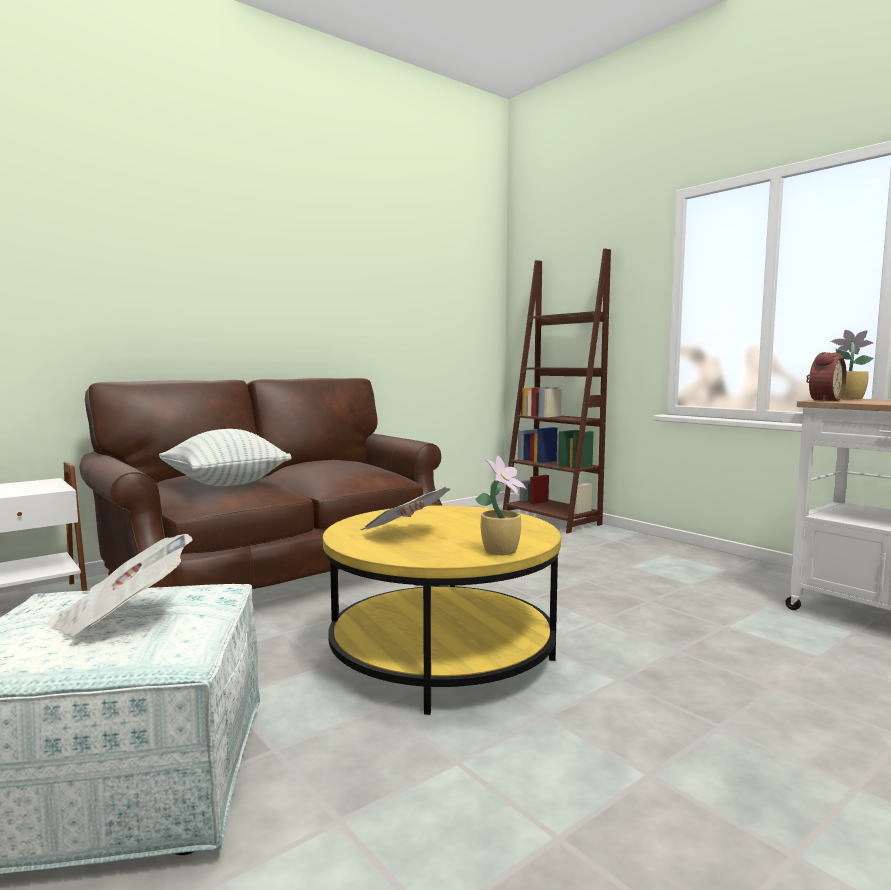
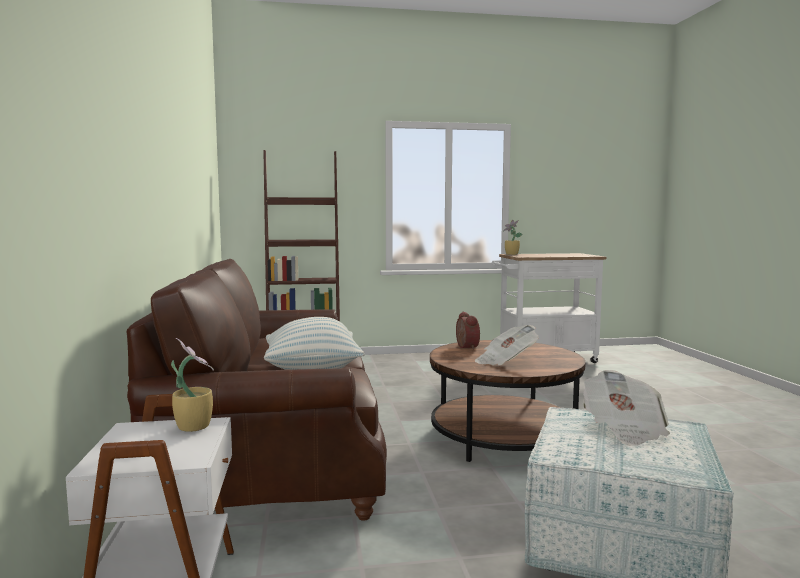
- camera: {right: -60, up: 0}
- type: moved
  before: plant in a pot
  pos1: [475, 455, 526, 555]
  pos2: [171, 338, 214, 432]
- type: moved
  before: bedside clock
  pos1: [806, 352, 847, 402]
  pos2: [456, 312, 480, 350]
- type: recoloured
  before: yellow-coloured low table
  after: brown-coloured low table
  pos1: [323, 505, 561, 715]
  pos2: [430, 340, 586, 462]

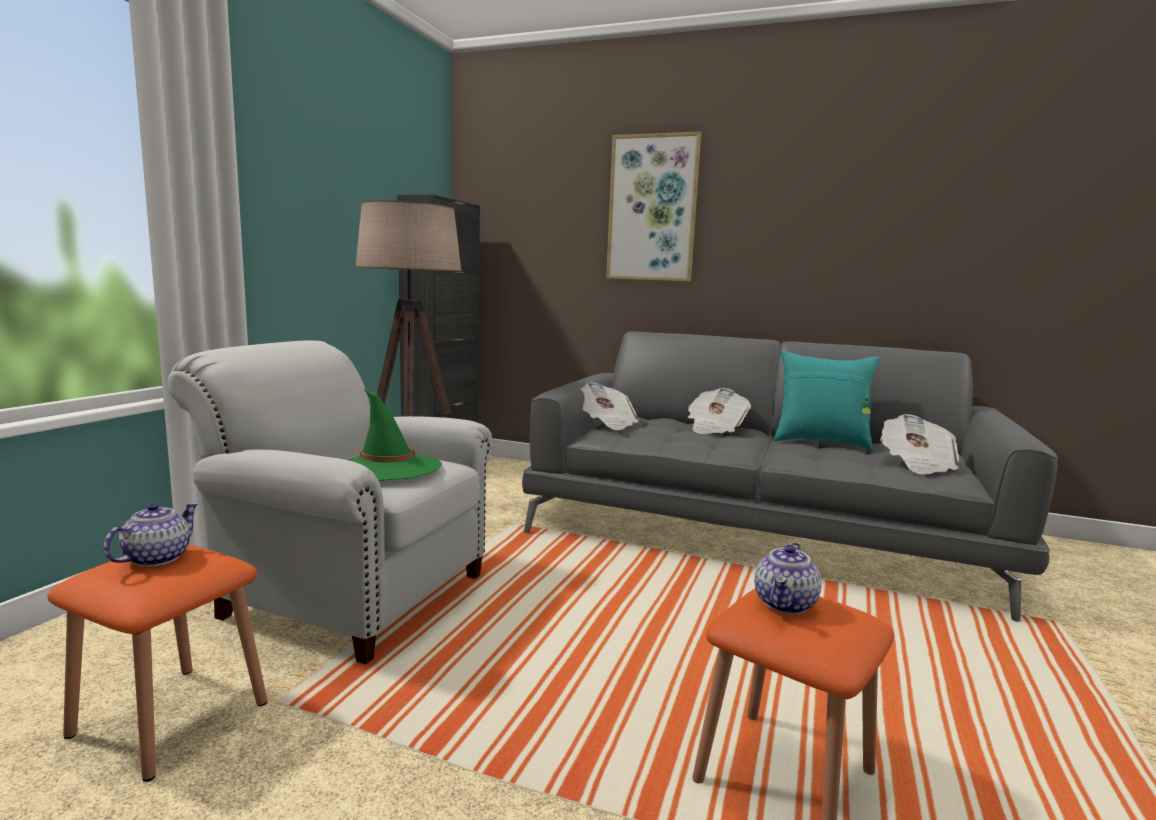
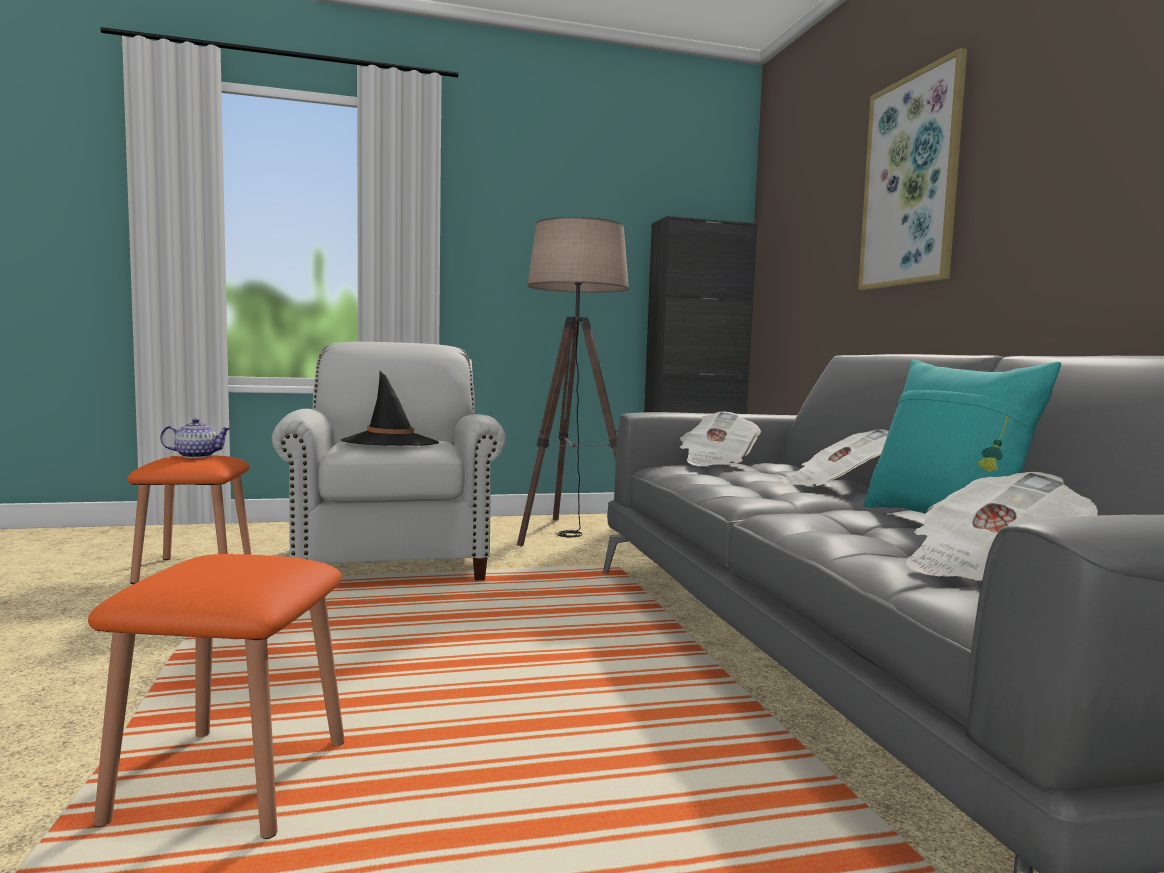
- camera: {right: 55, up: -5}
- type: removed
  before: pot for tea
  pos1: [755, 543, 821, 614]
- type: recoloured
  before: green wearable hat
  after: blackish wearable hat
  pos1: [347, 389, 442, 481]
  pos2: [341, 370, 439, 446]

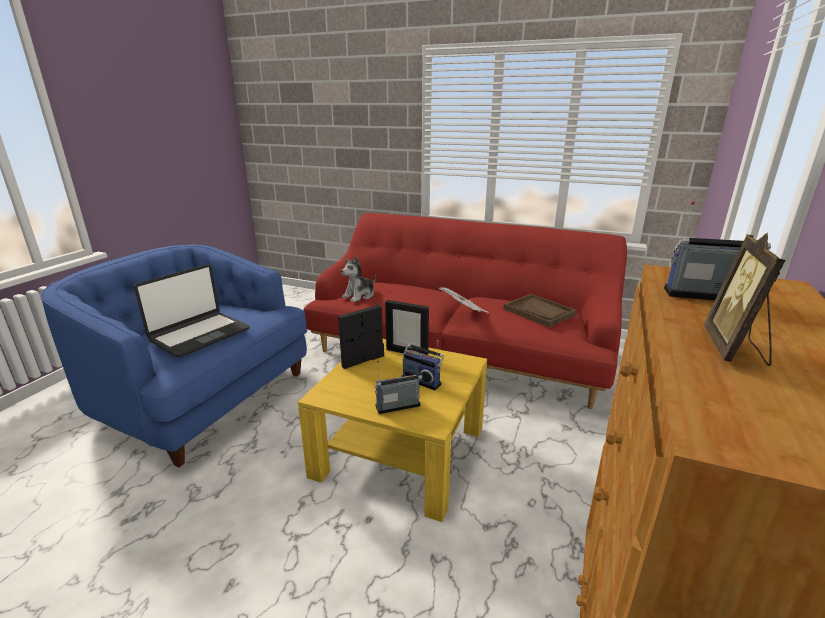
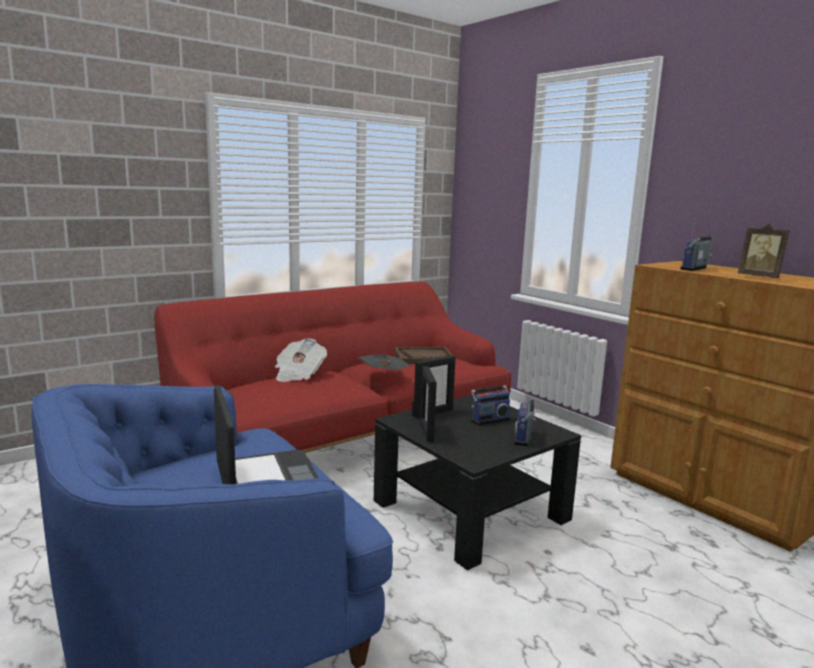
- camera: {right: -60, up: -10}
- type: removed
  before: plush toy
  pos1: [341, 256, 376, 302]
- type: added
  after: newspaper
  pos2: [275, 338, 327, 382]
- type: recoloured
  before: yellow-coloured low table
  after: blackish low table
  pos1: [298, 339, 487, 522]
  pos2: [374, 393, 581, 570]

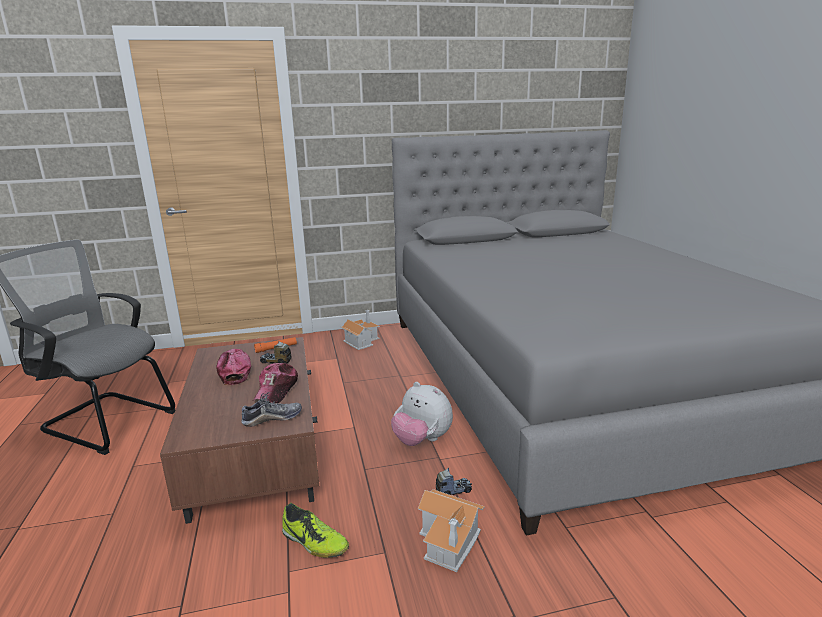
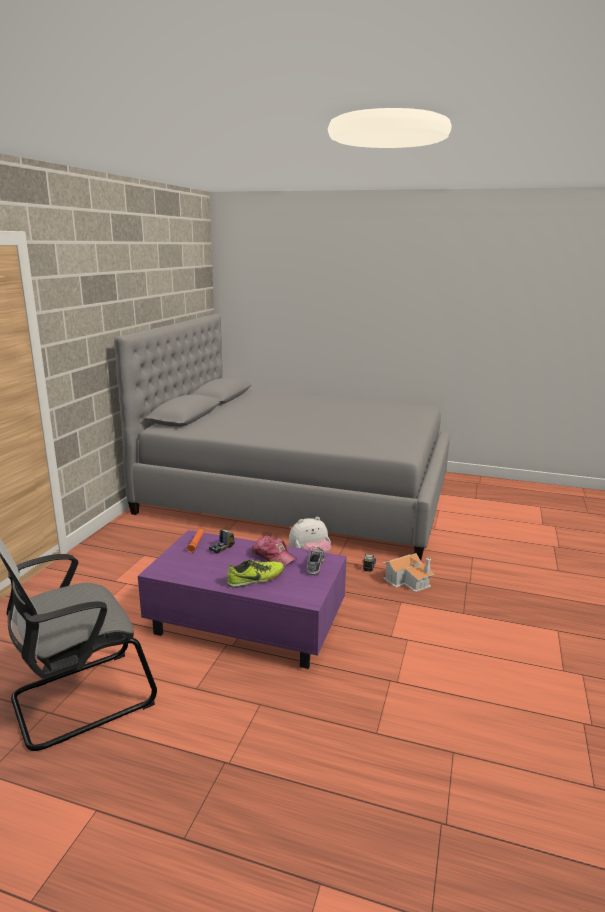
- camera: {right: -60, up: 0}
- type: removed
  before: baseball cap
  pos1: [216, 349, 251, 385]
- type: removed
  before: model house
  pos1: [341, 310, 380, 350]
- type: moved
  before: item of footwear
  pos1: [282, 503, 349, 558]
  pos2: [227, 559, 284, 588]
- type: recoloured
  before: brown-coloured low table
  after: purplish low table
  pos1: [160, 337, 319, 524]
  pos2: [138, 530, 347, 669]

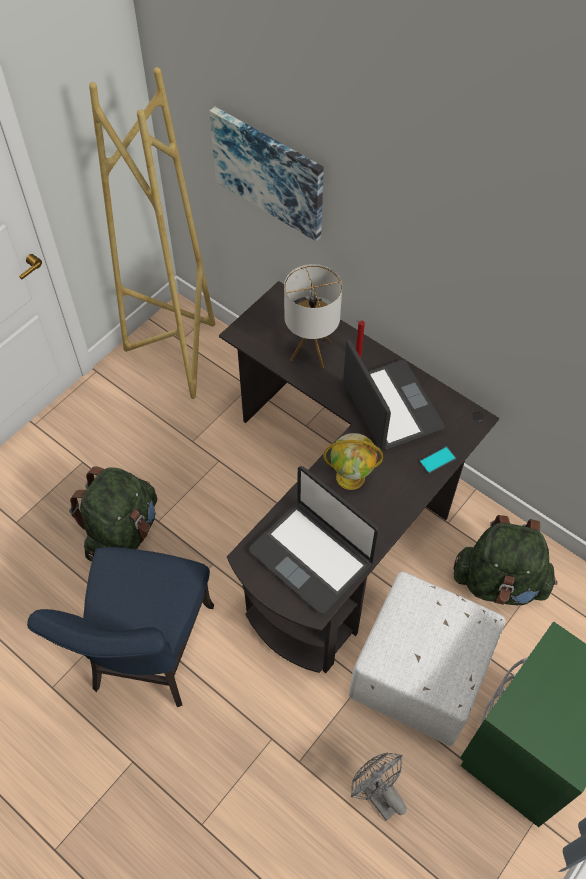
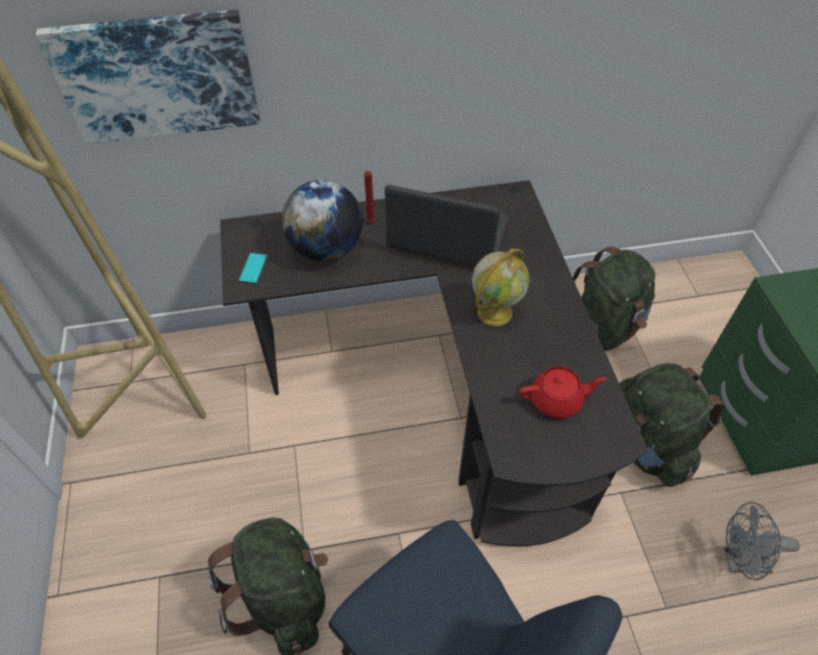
- camera: {right: -50, up: -5}
- type: moved
  before: phone
  pos1: [419, 446, 456, 474]
  pos2: [238, 252, 268, 284]
- type: replaced
  before: portable computer
  after: red-coloured pot for tea
  pos1: [249, 466, 379, 614]
  pos2: [520, 367, 607, 419]
- type: replaced
  before: lamp for a table
  after: desk globe
  pos1: [284, 264, 342, 368]
  pos2: [282, 180, 363, 261]
- type: replaced
  before: whitish pouffe
  after: green knapsack
  pos1: [349, 571, 505, 746]
  pos2: [619, 363, 725, 487]

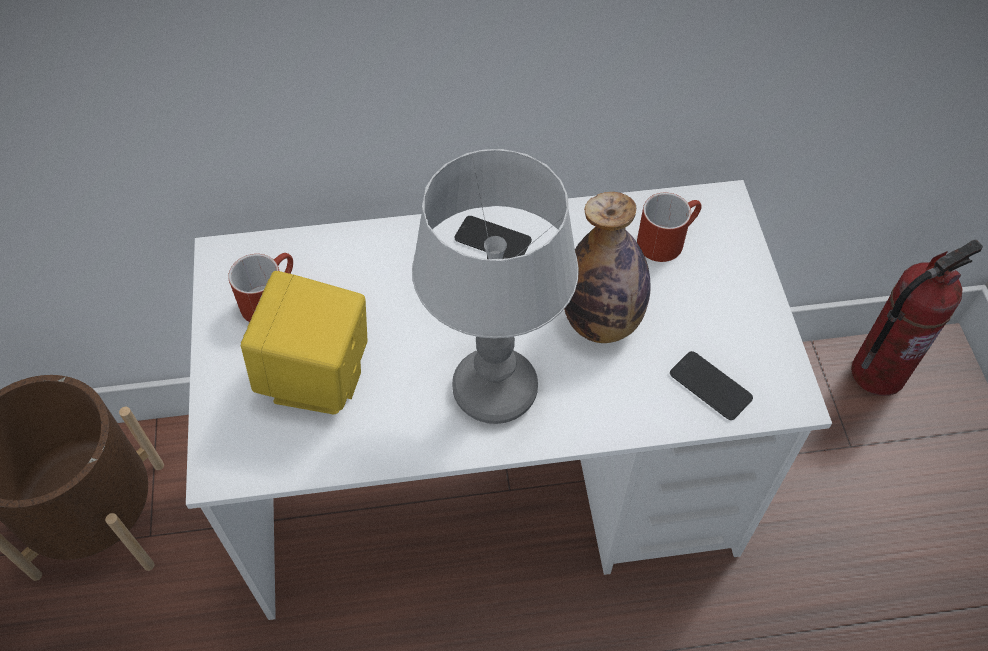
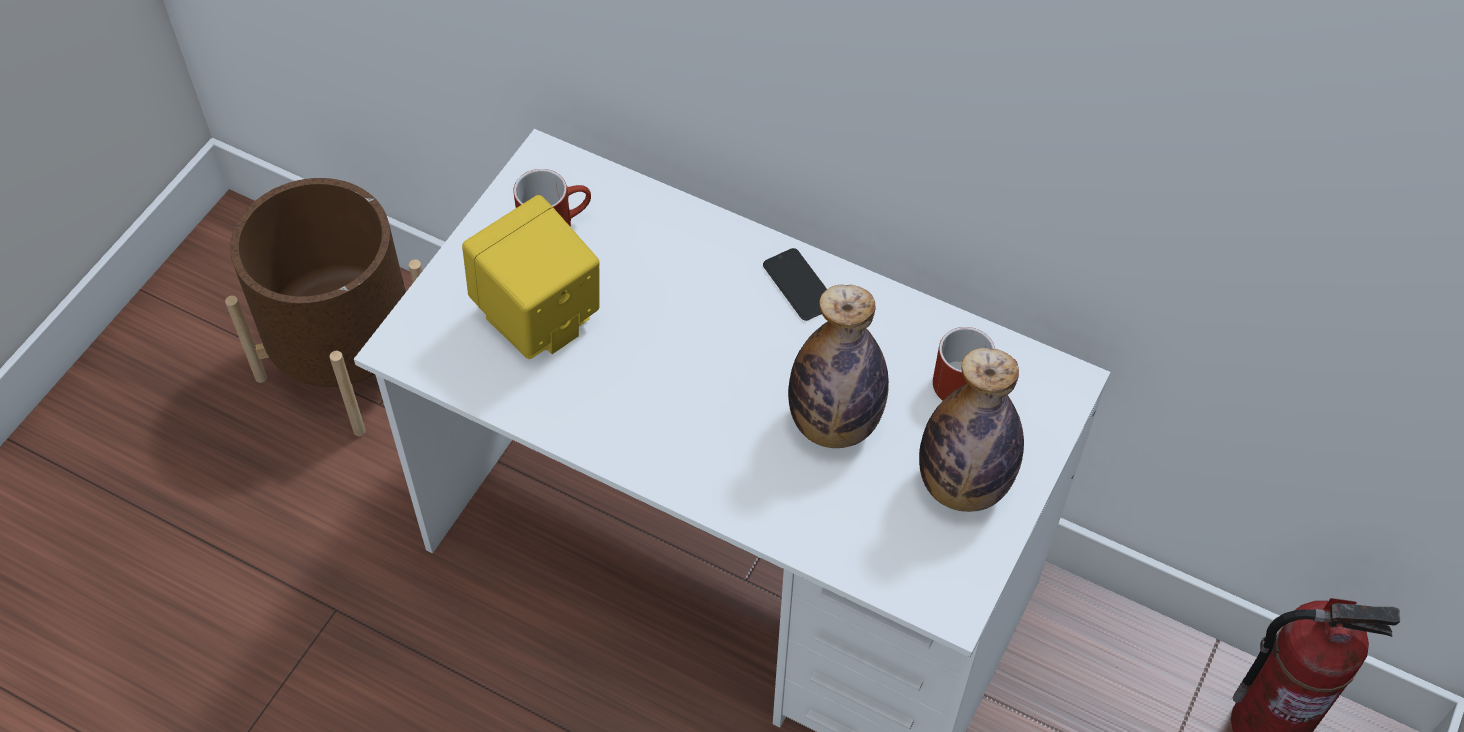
- camera: {right: 35, up: 0}
- type: removed
  before: lamp for a table
  pos1: [412, 149, 579, 424]
- type: removed
  before: phone
  pos1: [670, 351, 753, 420]
- type: added
  after: beverage bottle
  pos2: [919, 348, 1024, 512]

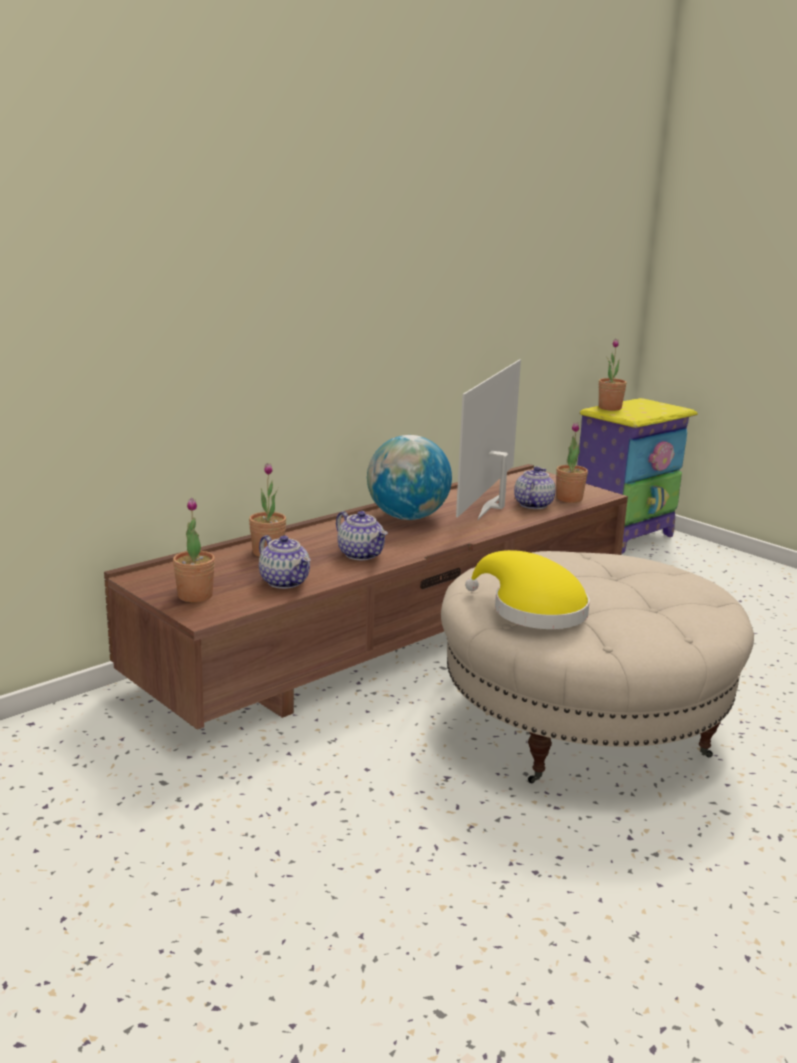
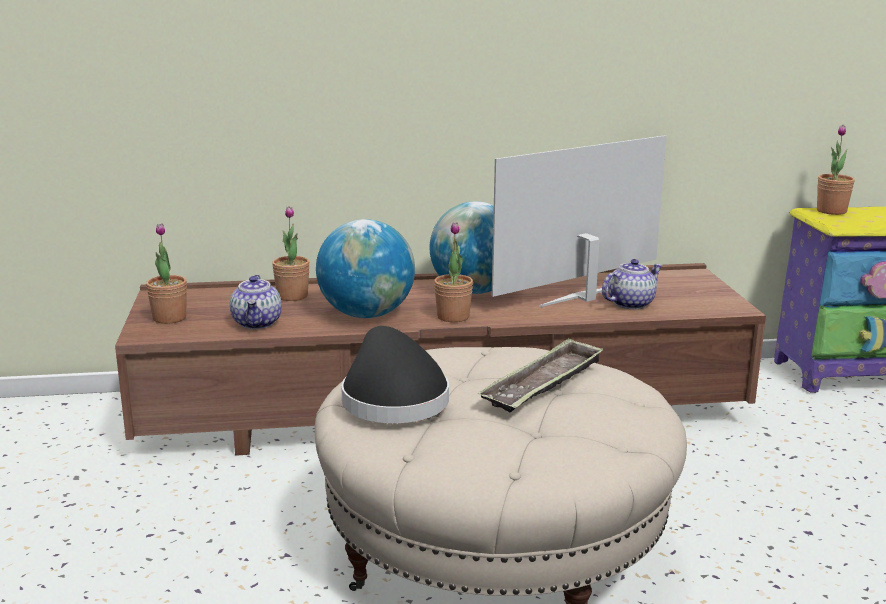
- camera: {right: 35, up: 0}
- type: added
  after: tray
  pos2: [477, 338, 604, 412]
- type: moved
  before: plant in a pot
  pos1: [556, 422, 588, 503]
  pos2: [434, 222, 473, 322]
- type: replaced
  before: pot for tea
  after: desk globe
  pos1: [336, 511, 388, 560]
  pos2: [316, 219, 415, 318]
- type: recoloured
  before: yellow-coloured wearable hat
  after: blackish wearable hat
  pos1: [465, 550, 590, 629]
  pos2: [341, 326, 449, 423]

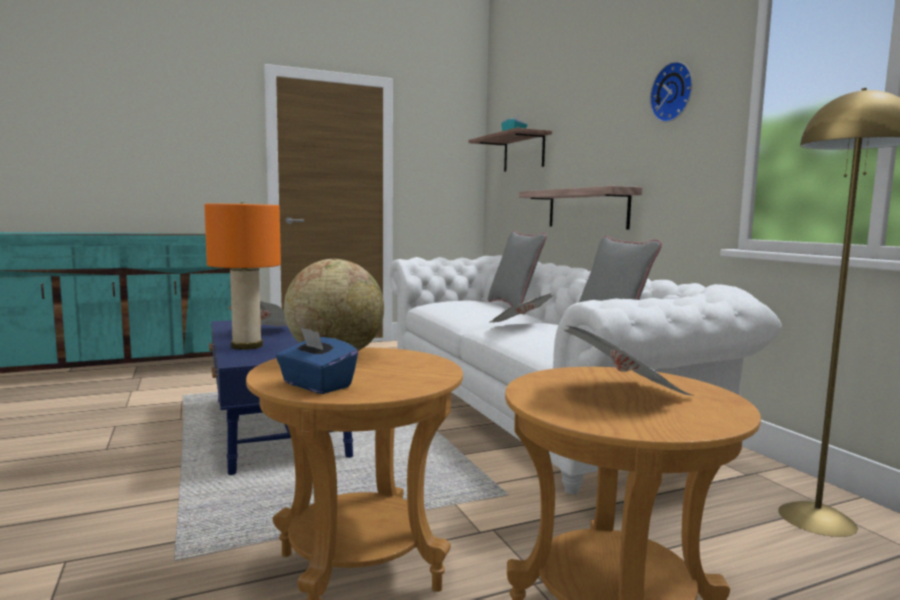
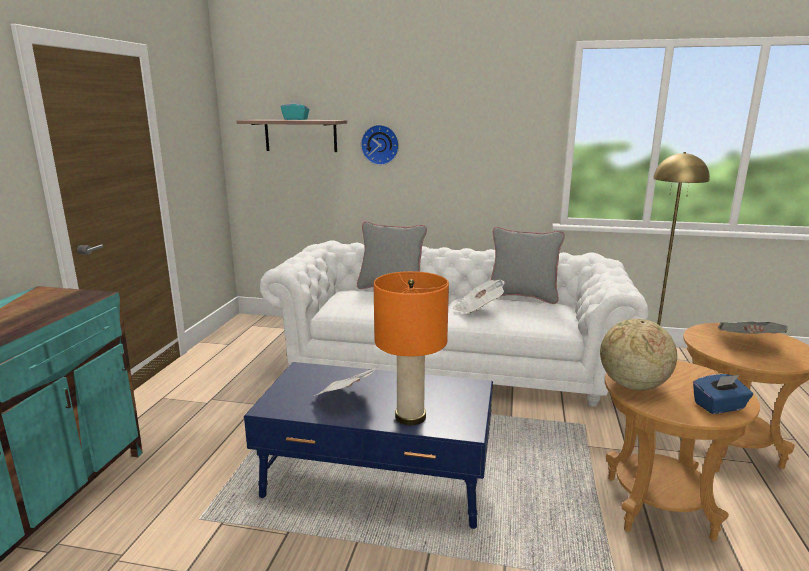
- camera: {right: -55, up: 10}
- type: removed
  before: shelf
  pos1: [519, 186, 643, 230]
- type: moved
  before: wall clock
  pos1: [650, 61, 693, 122]
  pos2: [361, 125, 399, 165]

